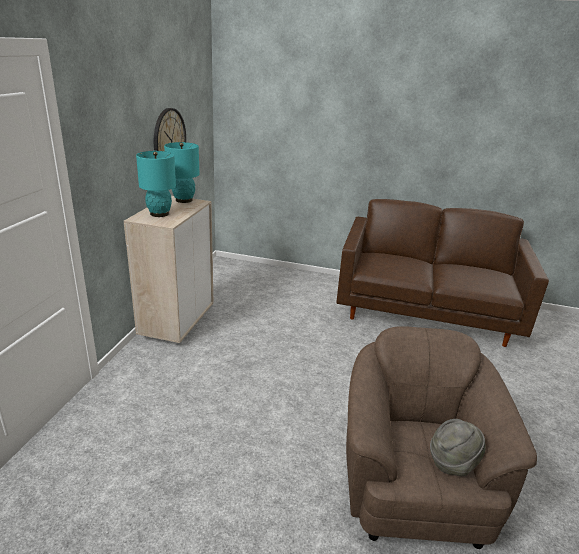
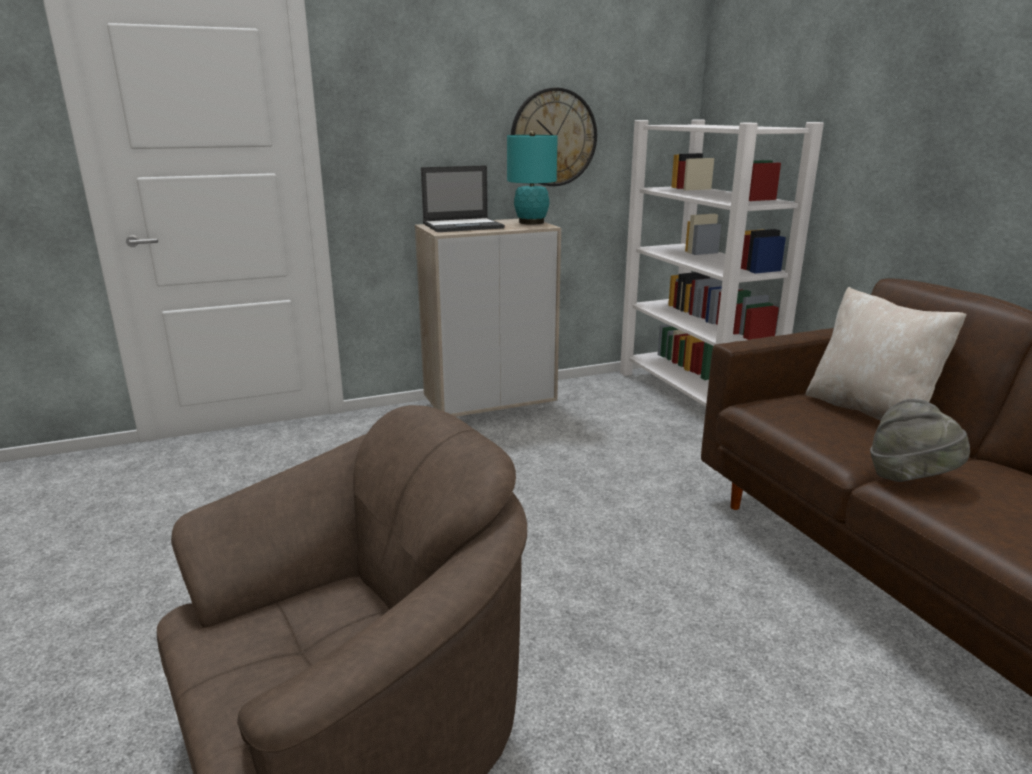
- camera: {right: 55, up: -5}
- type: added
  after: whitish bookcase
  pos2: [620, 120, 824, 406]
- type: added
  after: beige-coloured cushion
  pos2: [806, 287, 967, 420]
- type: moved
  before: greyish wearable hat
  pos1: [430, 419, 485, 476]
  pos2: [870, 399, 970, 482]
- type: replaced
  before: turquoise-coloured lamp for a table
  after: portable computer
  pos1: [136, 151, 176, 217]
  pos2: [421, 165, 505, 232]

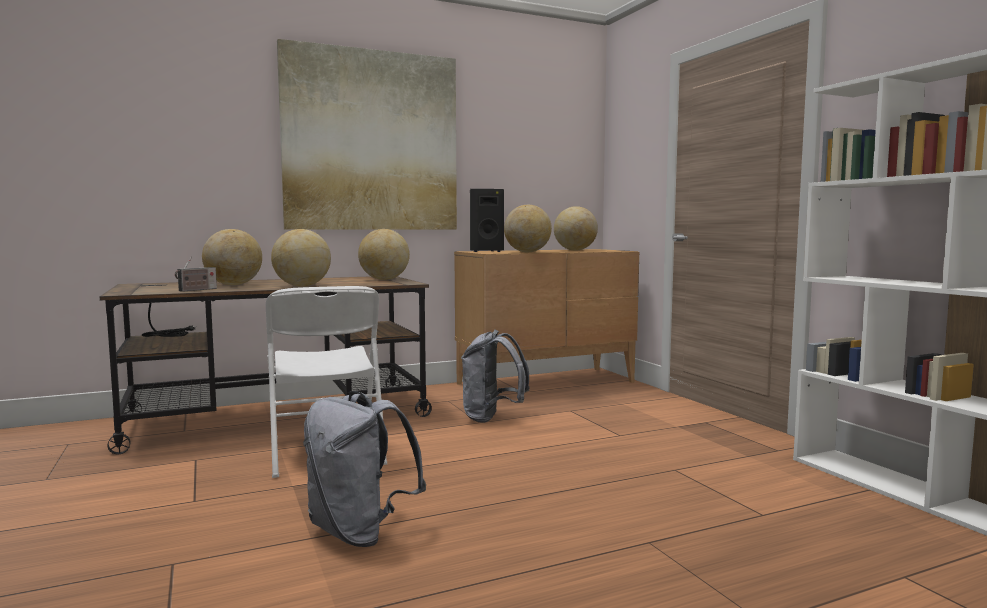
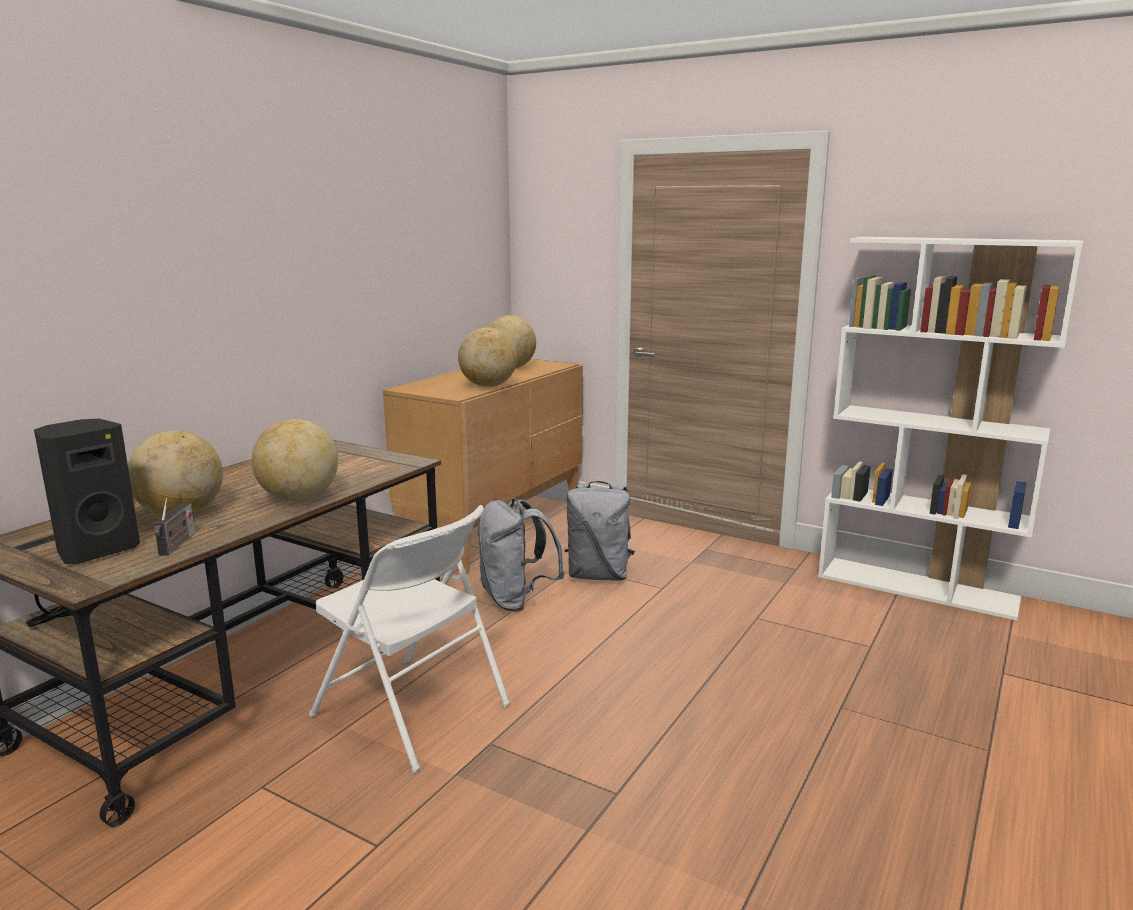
- camera: {right: -35, up: 10}
- type: removed
  before: wall art
  pos1: [277, 39, 457, 230]
- type: removed
  before: desk globe
  pos1: [358, 229, 410, 280]
- type: moved
  before: greyish knapsack
  pos1: [303, 391, 426, 547]
  pos2: [565, 481, 635, 581]
- type: moved
  before: blackish loudspeaker
  pos1: [470, 189, 504, 252]
  pos2: [34, 419, 140, 564]

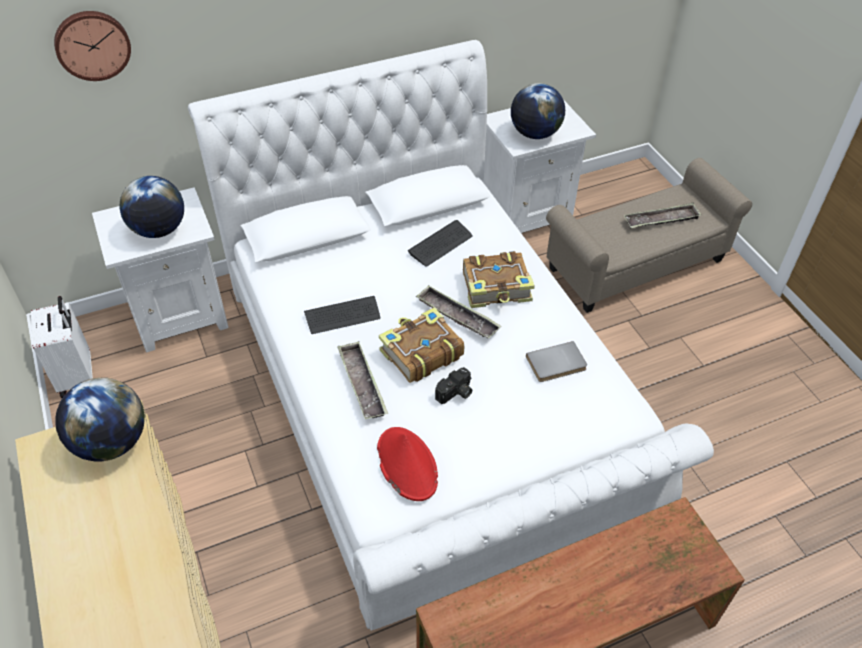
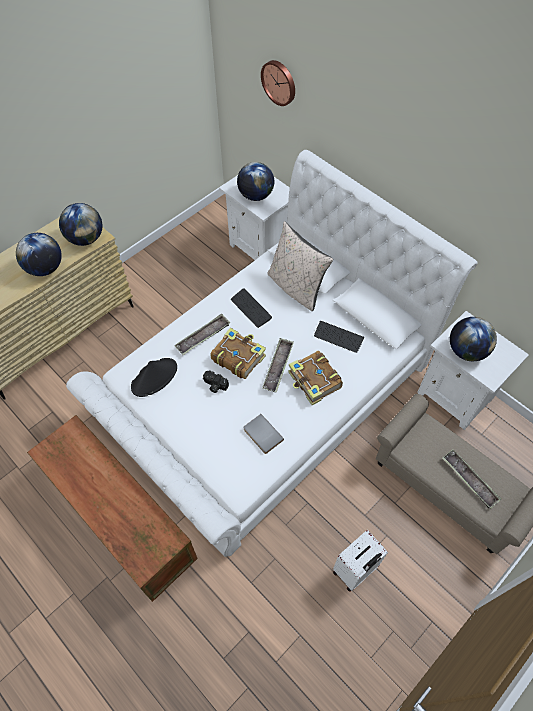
- camera: {right: 70, up: 10}
- type: added
  after: desk globe
  pos2: [16, 233, 62, 276]
- type: added
  after: beige-coloured cushion
  pos2: [267, 221, 333, 311]
- type: moved
  before: whitish piece of luggage
  pos1: [31, 296, 93, 398]
  pos2: [333, 530, 388, 591]
- type: recoloured
  before: red-coloured wearable hat
  after: blackish wearable hat
  pos1: [377, 427, 438, 501]
  pos2: [131, 358, 177, 397]

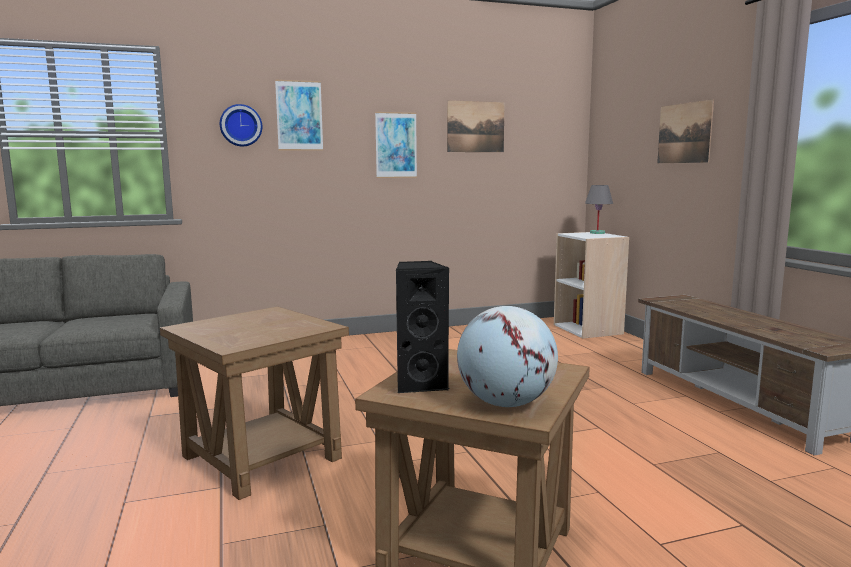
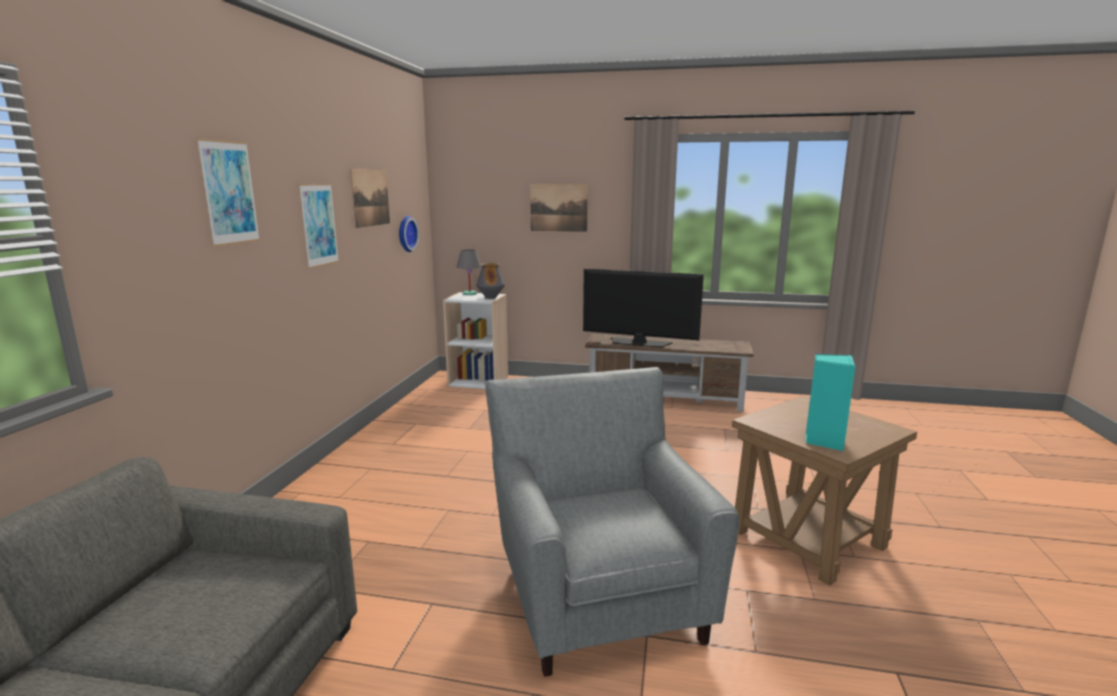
- camera: {right: -60, up: 5}
- type: removed
  before: desk globe
  pos1: [457, 306, 558, 407]
- type: added
  after: vase
  pos2: [476, 263, 505, 299]
- type: added
  after: TV
  pos2: [583, 269, 704, 348]
- type: moved
  before: wall clock
  pos1: [220, 104, 262, 146]
  pos2: [399, 216, 419, 252]
- type: replaced
  before: brown-coloured accent table
  after: greyish armchair
  pos1: [160, 306, 349, 500]
  pos2: [485, 367, 740, 677]
- type: recoloured
  before: blackish loudspeaker
  after: turquoise-coloured loudspeaker
  pos1: [396, 261, 449, 393]
  pos2: [806, 354, 856, 451]

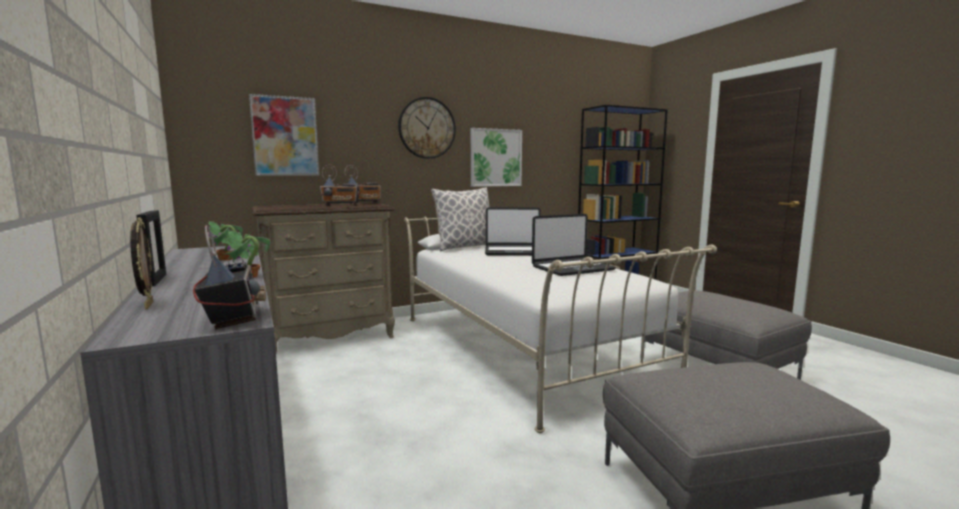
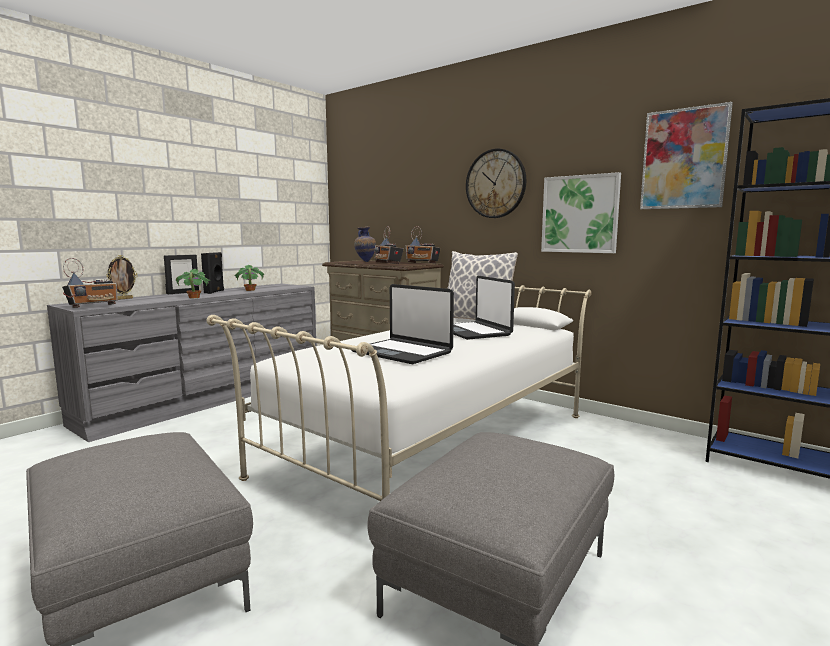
- camera: {right: 65, up: 0}
- type: added
  after: blackish loudspeaker
  pos2: [201, 252, 224, 294]
- type: added
  after: vase
  pos2: [354, 227, 376, 262]
- type: moved
  before: wall art
  pos1: [249, 94, 319, 176]
  pos2: [640, 102, 733, 209]

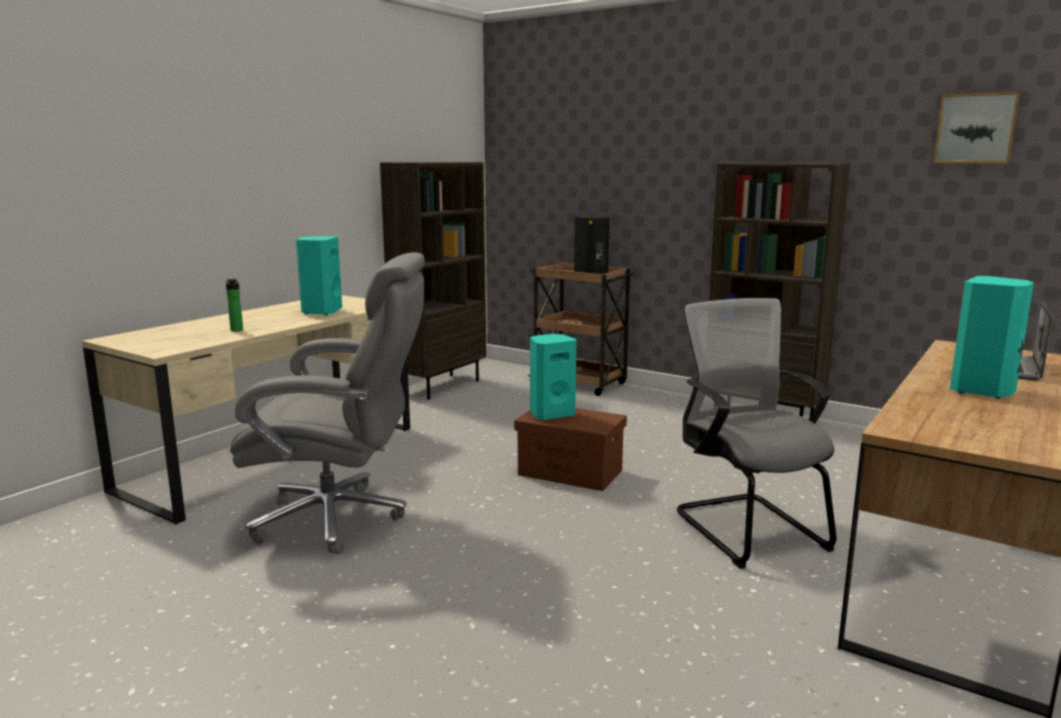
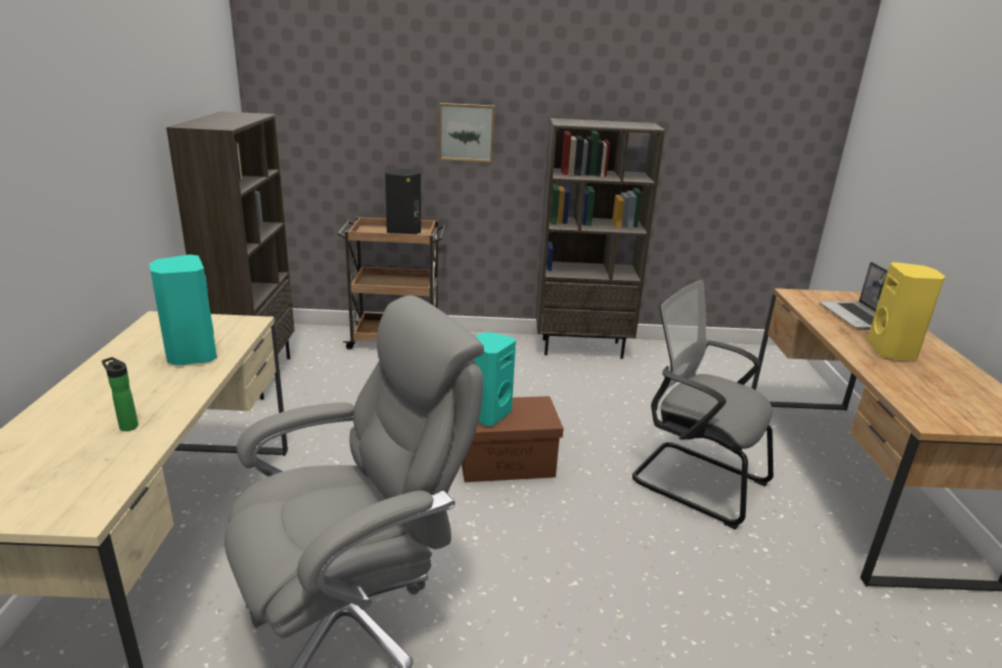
- camera: {right: -35, up: 10}
- type: moved
  before: wall art
  pos1: [934, 91, 1020, 163]
  pos2: [439, 103, 495, 162]
- type: recoloured
  before: turquoise-coloured loudspeaker
  after: yellow-coloured loudspeaker
  pos1: [950, 276, 1034, 399]
  pos2: [867, 262, 945, 360]

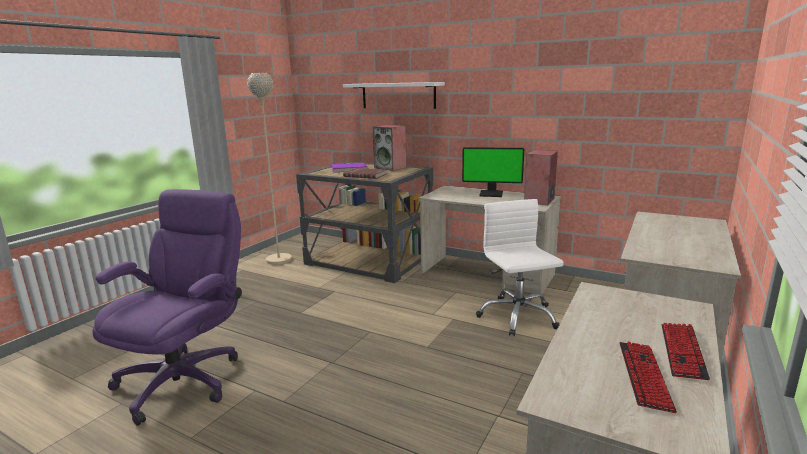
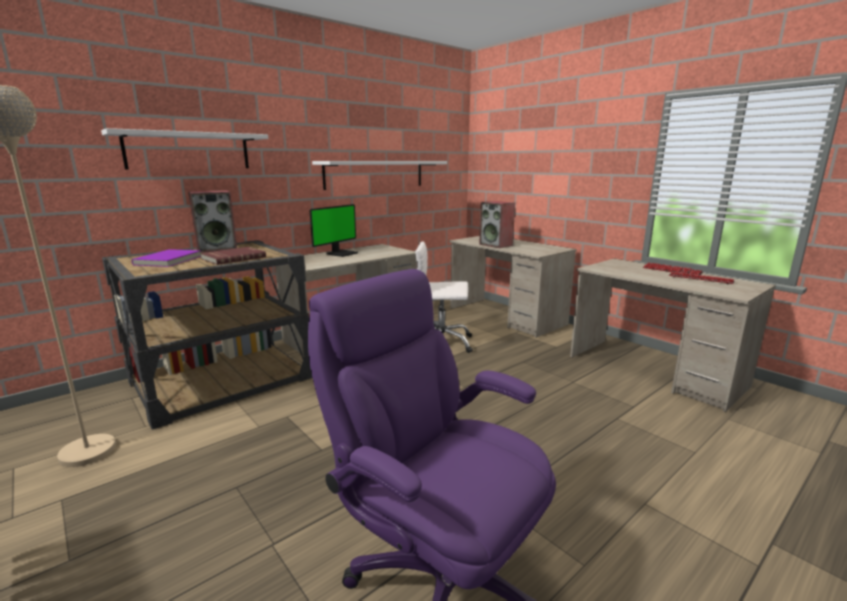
- camera: {right: -70, up: 0}
- type: added
  after: whitish shelf
  pos2: [312, 161, 447, 190]
- type: moved
  before: loudspeaker
  pos1: [524, 150, 558, 205]
  pos2: [479, 201, 515, 248]

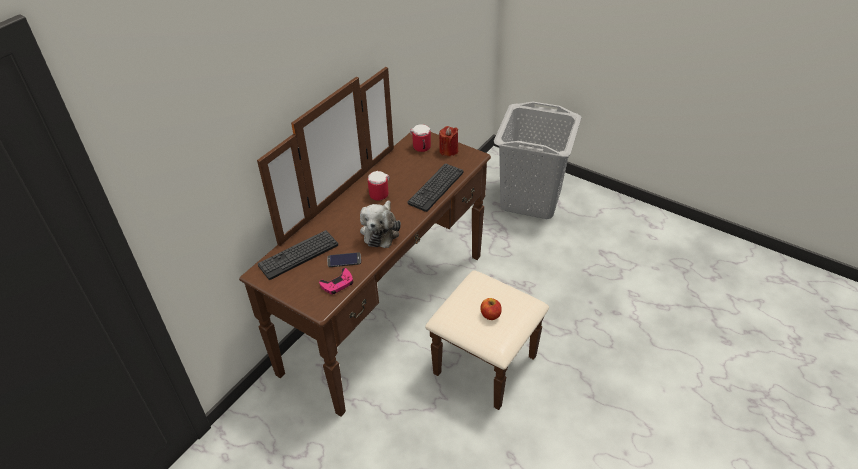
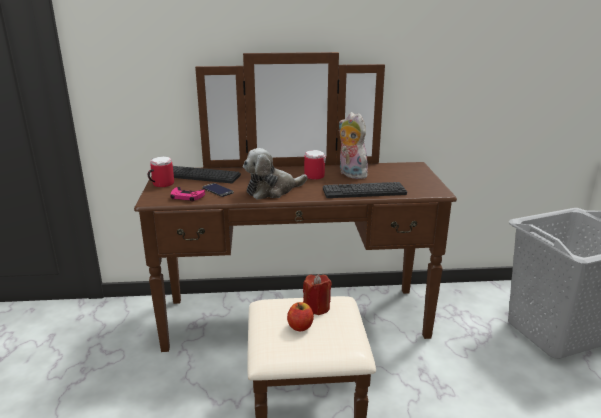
- camera: {right: 50, up: -20}
- type: added
  after: plush toy
  pos2: [338, 112, 368, 179]
- type: moved
  before: tea mug
  pos1: [410, 124, 431, 152]
  pos2: [147, 157, 174, 187]
- type: moved
  before: red-coloured wax light
  pos1: [439, 126, 458, 156]
  pos2: [303, 274, 332, 315]

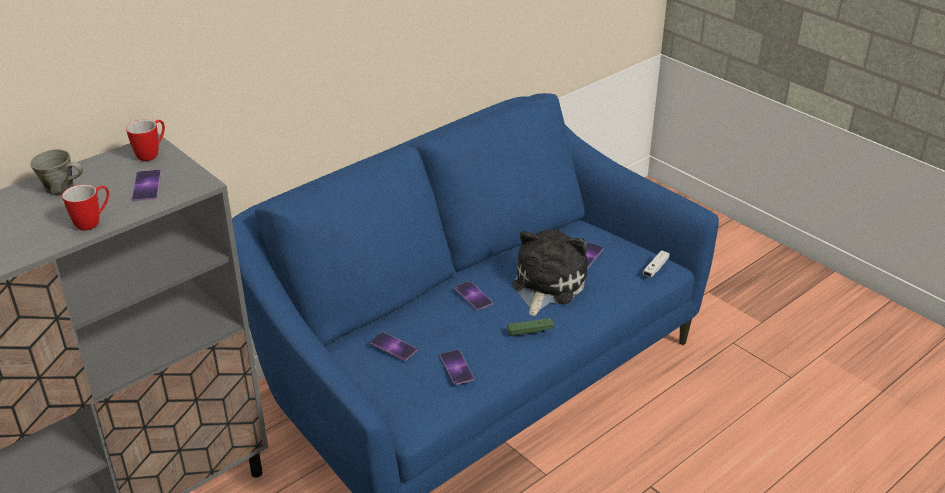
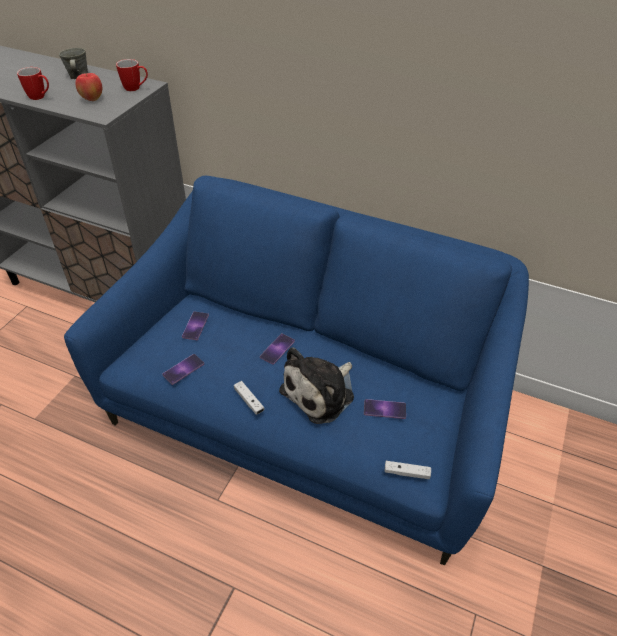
- camera: {right: 65, up: 10}
- type: replaced
  before: phone
  after: apple
  pos1: [132, 170, 161, 201]
  pos2: [76, 73, 102, 101]
- type: recoloured
  before: green game controller
  after: whitish game controller
  pos1: [508, 318, 554, 336]
  pos2: [234, 381, 264, 415]
- type: turned
  before: plush toy
  pos1: [512, 230, 587, 316]
  pos2: [279, 347, 354, 424]
  turn: 135

